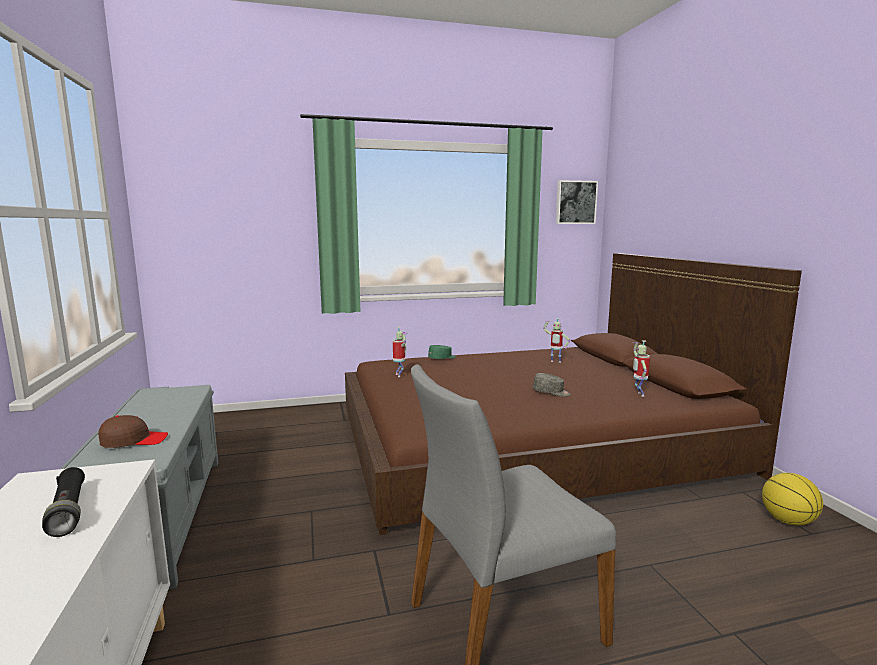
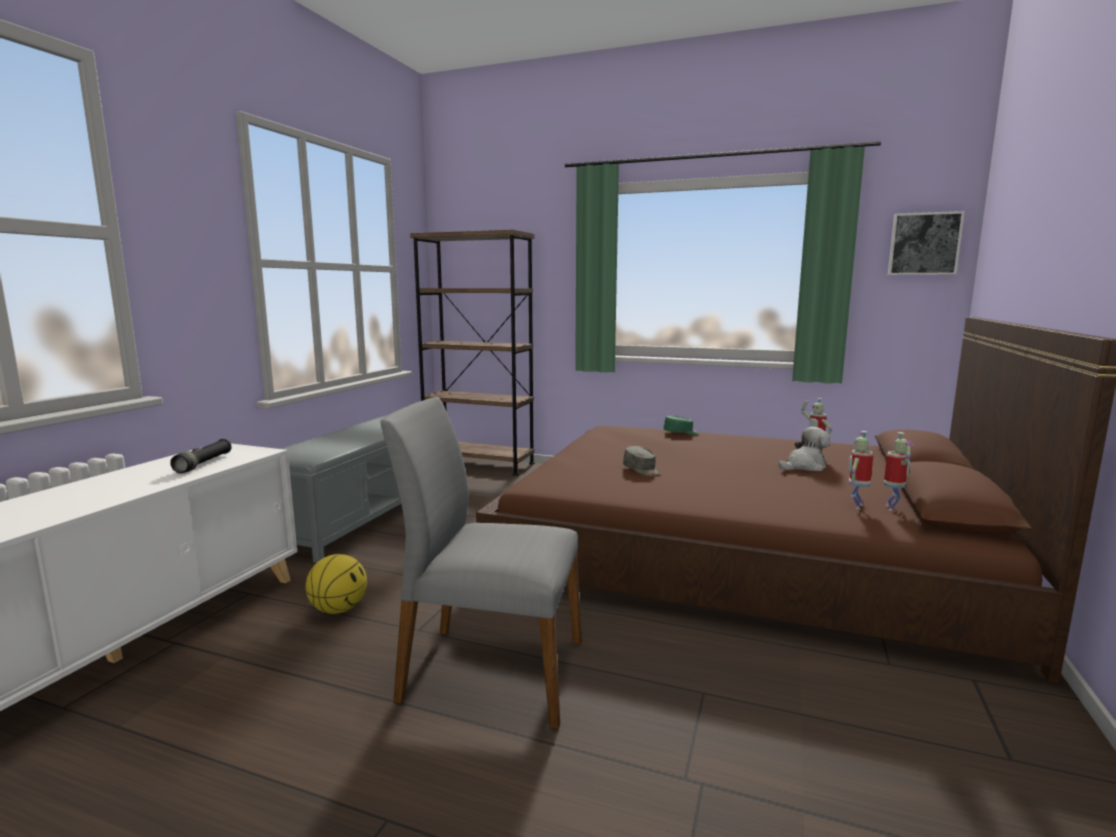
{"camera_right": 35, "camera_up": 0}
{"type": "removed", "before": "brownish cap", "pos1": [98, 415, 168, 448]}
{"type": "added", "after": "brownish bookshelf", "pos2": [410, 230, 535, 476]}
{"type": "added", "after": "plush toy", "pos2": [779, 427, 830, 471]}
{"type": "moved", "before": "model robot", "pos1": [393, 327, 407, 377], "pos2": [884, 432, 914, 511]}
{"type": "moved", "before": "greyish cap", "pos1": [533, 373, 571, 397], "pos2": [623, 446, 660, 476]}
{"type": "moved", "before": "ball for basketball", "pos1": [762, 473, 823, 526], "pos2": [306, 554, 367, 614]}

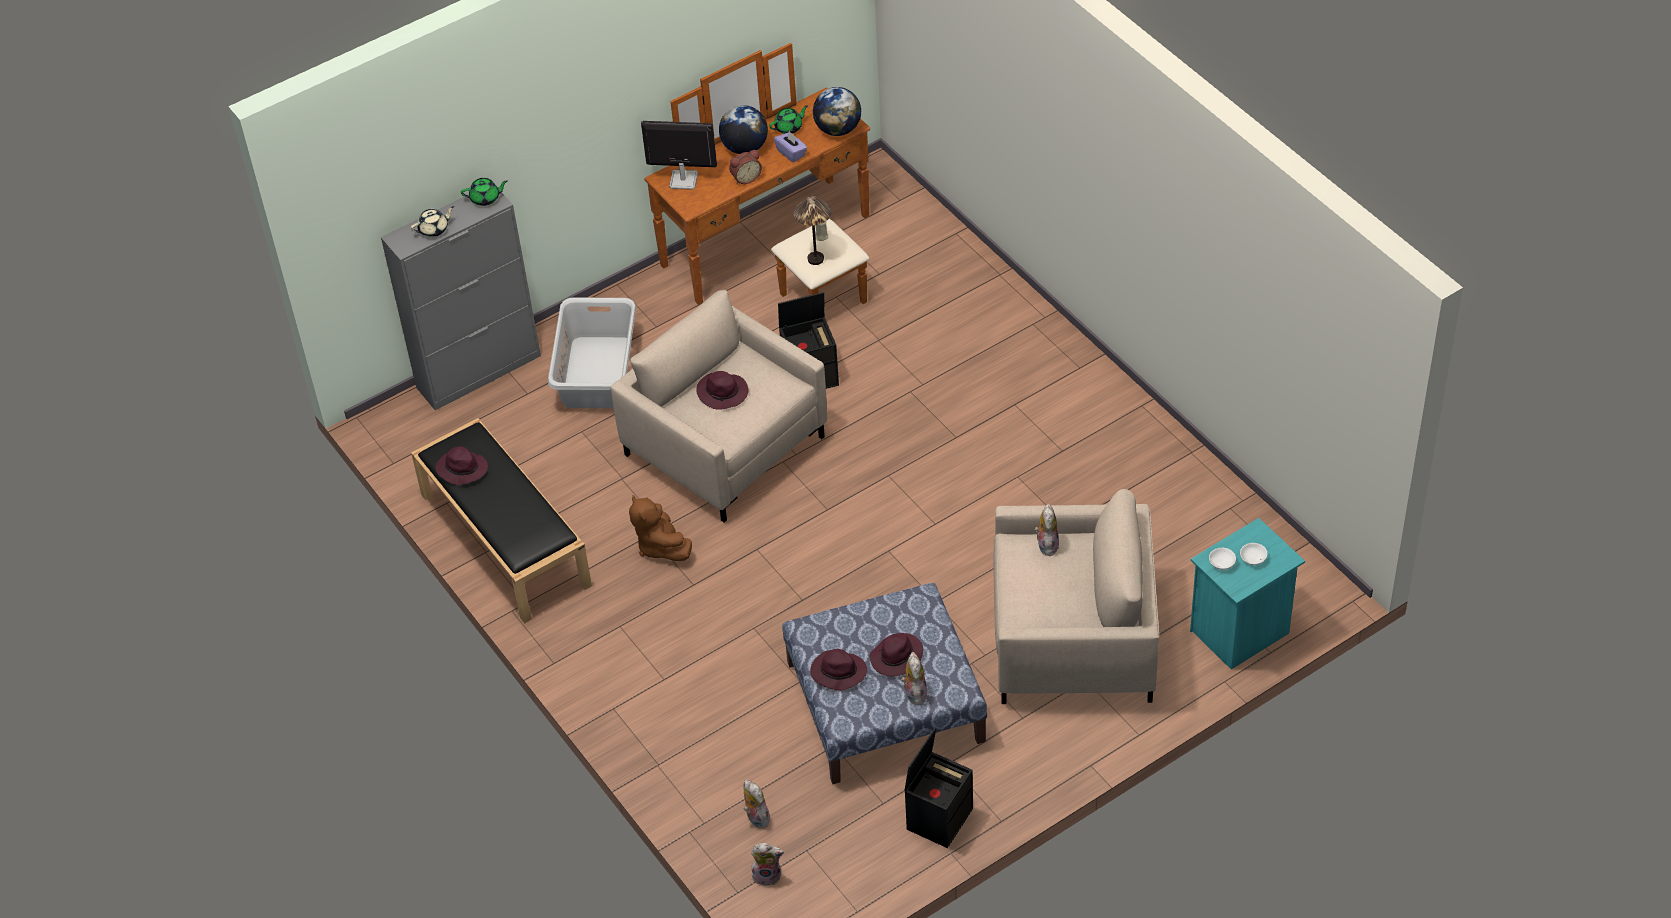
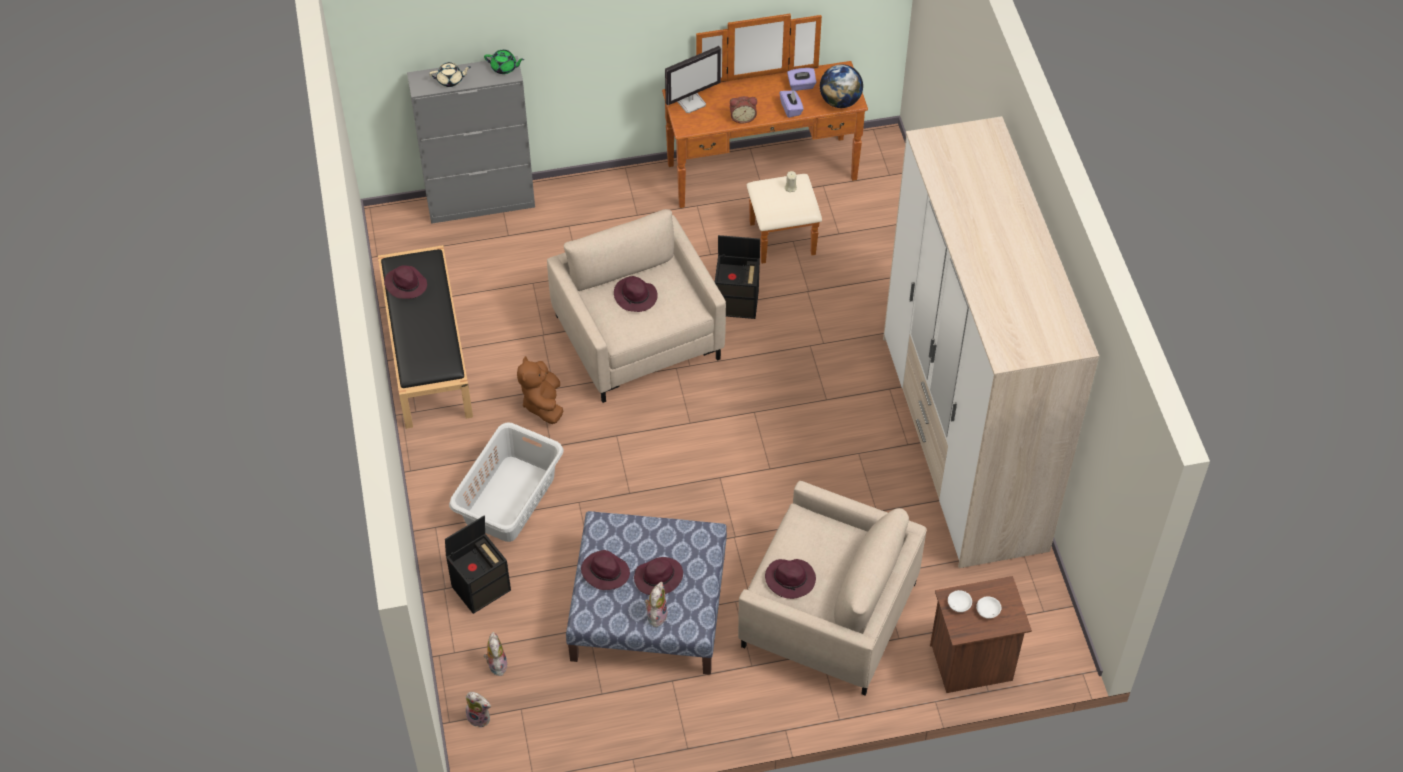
{"camera_right": 20, "camera_up": 5}
{"type": "removed", "before": "desk globe", "pos1": [719, 105, 768, 154]}
{"type": "removed", "before": "table lamp", "pos1": [793, 196, 832, 265]}
{"type": "removed", "before": "plush toy", "pos1": [1035, 504, 1059, 556]}
{"type": "added", "after": "purple-coloured hat", "pos2": [765, 559, 816, 599]}
{"type": "added", "after": "wardrobe", "pos2": [883, 116, 1099, 568]}
{"type": "moved", "before": "greyish laundry basket", "pos1": [548, 297, 636, 408], "pos2": [449, 422, 564, 542]}
{"type": "moved", "before": "black storage container", "pos1": [904, 727, 973, 848], "pos2": [445, 516, 511, 614]}
{"type": "replaced", "before": "greenish teapot", "after": "purple-coloured tissue box", "pos1": [769, 105, 808, 134], "pos2": [787, 68, 816, 91]}
{"type": "recoloured", "before": "turquoise night table", "after": "brownish night table", "pos1": [1190, 518, 1305, 670], "pos2": [930, 576, 1032, 693]}
{"type": "turned", "before": "computer display", "pos1": [641, 121, 717, 190], "pos2": [665, 46, 721, 113], "turn": 120}

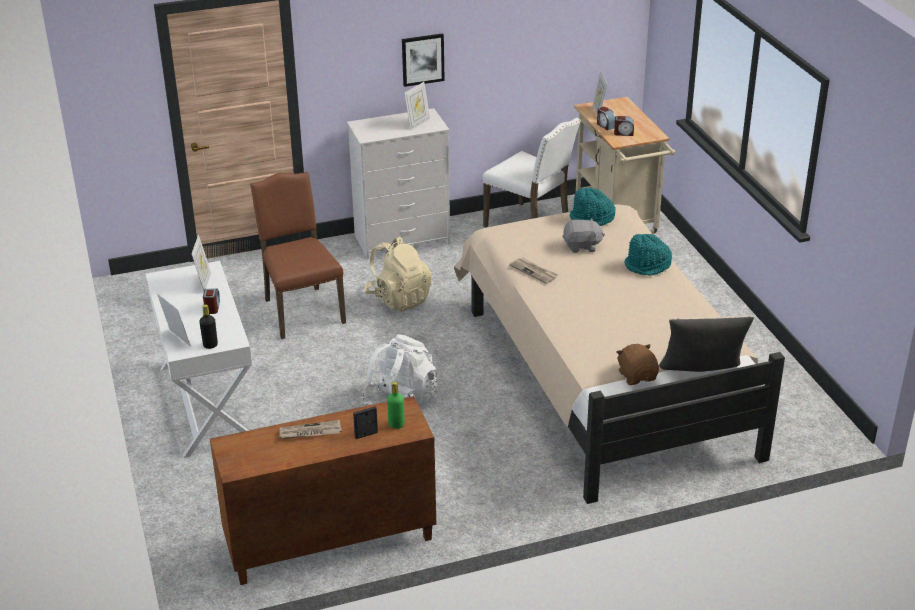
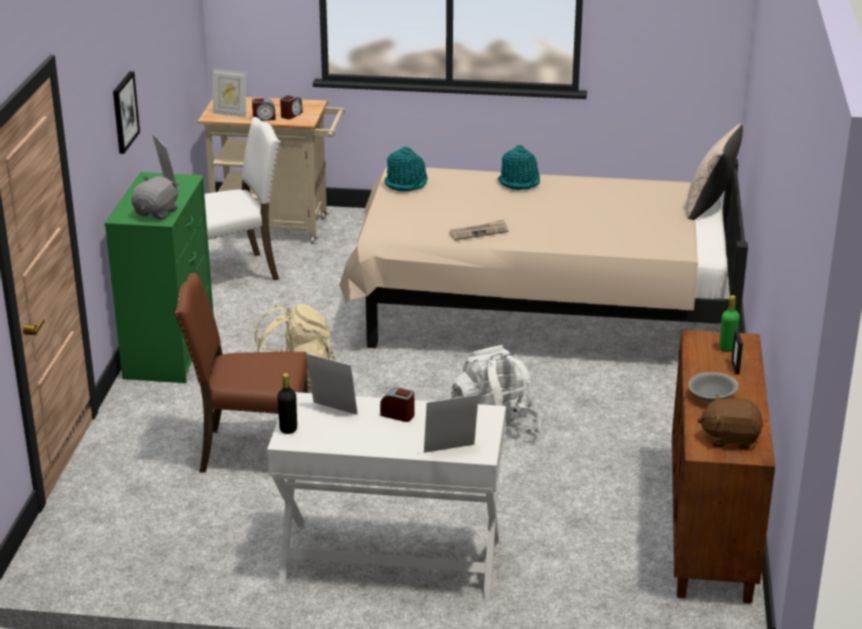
{"camera_right": -65, "camera_up": -5}
{"type": "moved", "before": "black drink bottle", "pos1": [199, 304, 218, 349], "pos2": [277, 373, 297, 434]}
{"type": "moved", "before": "greyish plush toy", "pos1": [562, 218, 605, 253], "pos2": [132, 177, 179, 220]}
{"type": "moved", "before": "brownish plush toy", "pos1": [617, 344, 659, 385], "pos2": [698, 394, 763, 450]}
{"type": "replaced", "before": "newspaper", "after": "greyish serving bowl", "pos1": [279, 420, 342, 439], "pos2": [688, 372, 739, 402]}
{"type": "recoloured", "before": "white chest of drawers", "after": "greenish chest of drawers", "pos1": [347, 108, 450, 259], "pos2": [105, 172, 214, 383]}

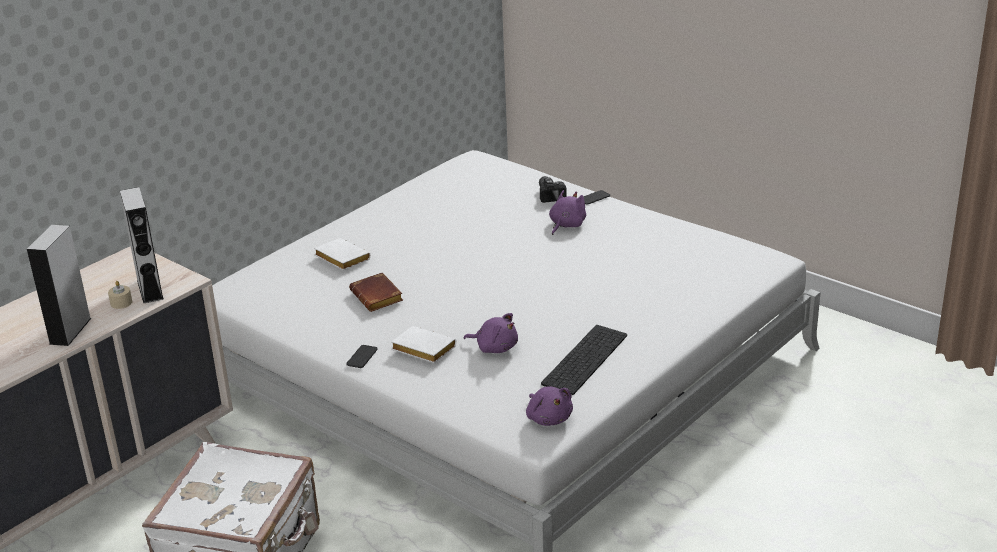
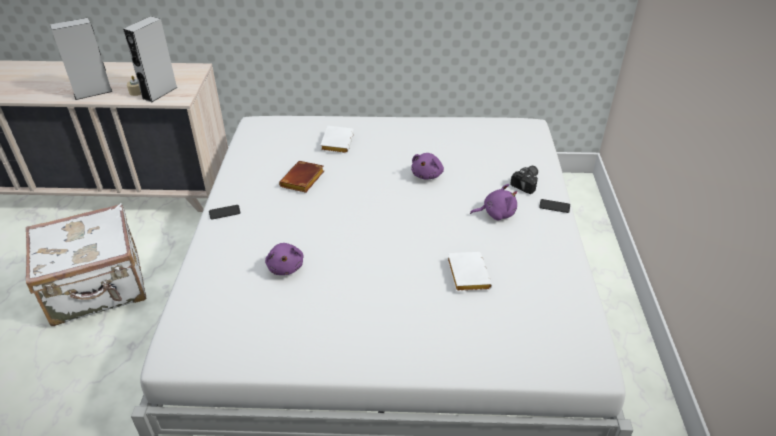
{"camera_right": 50, "camera_up": 10}
{"type": "removed", "before": "computer keyboard", "pos1": [541, 325, 627, 395]}
{"type": "moved", "before": "white book", "pos1": [391, 326, 456, 363], "pos2": [447, 252, 492, 291]}
{"type": "moved", "before": "purple-coloured plush toy", "pos1": [526, 386, 573, 426], "pos2": [411, 153, 444, 180]}

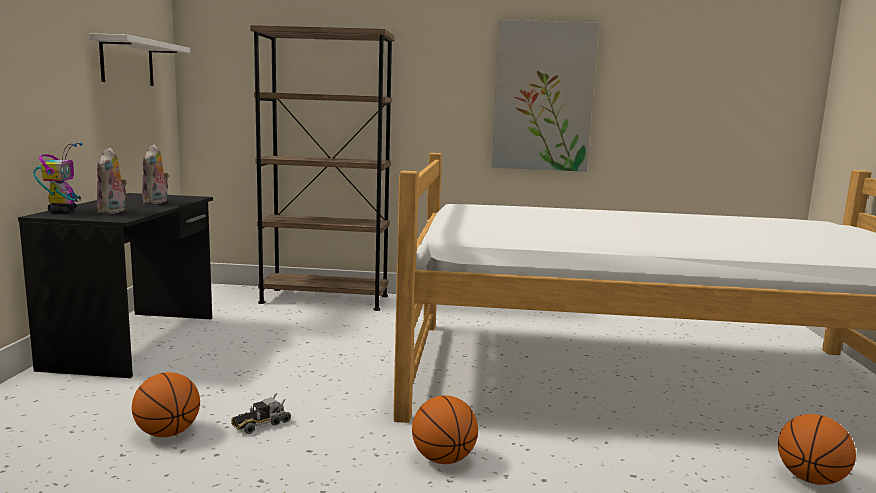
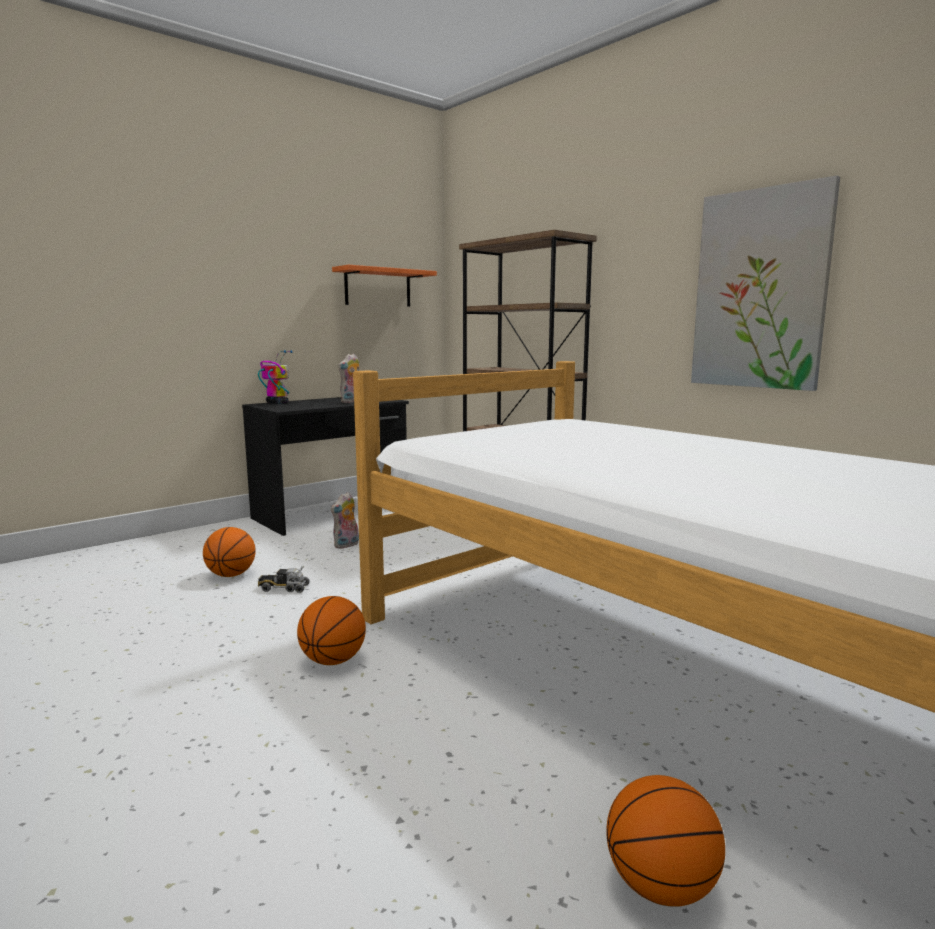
{"camera_right": 45, "camera_up": 0}
{"type": "moved", "before": "plush toy", "pos1": [97, 148, 127, 214], "pos2": [331, 492, 359, 549]}
{"type": "recoloured", "before": "white bracket shelf", "after": "orange bracket shelf", "pos1": [88, 33, 190, 86], "pos2": [332, 265, 437, 307]}
{"type": "turned", "before": "model robot", "pos1": [33, 143, 83, 213], "pos2": [258, 350, 292, 404], "turn": -90}

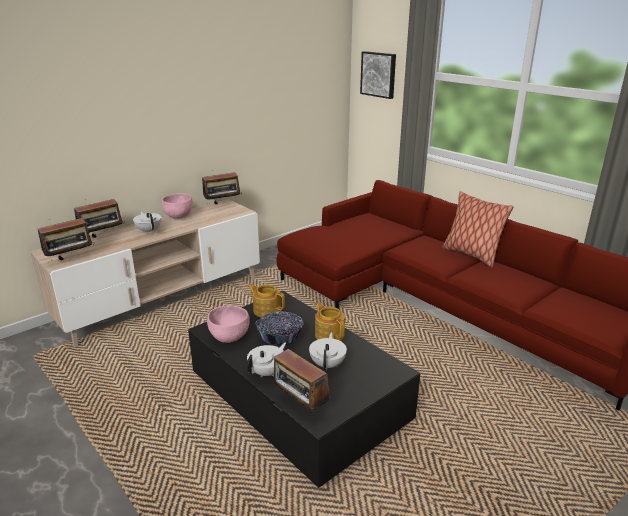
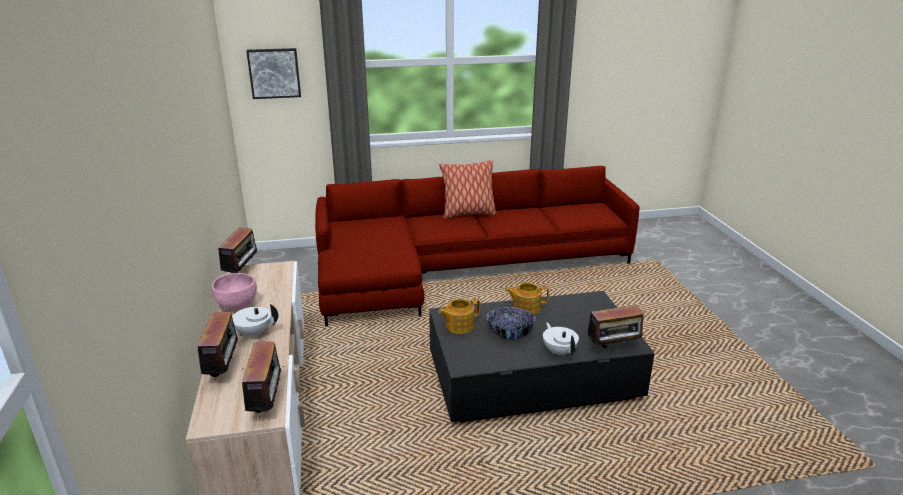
{"camera_right": -60, "camera_up": 0}
{"type": "removed", "before": "pink-coloured serving bowl", "pos1": [207, 305, 250, 343]}
{"type": "removed", "before": "white teapot", "pos1": [309, 332, 347, 370]}

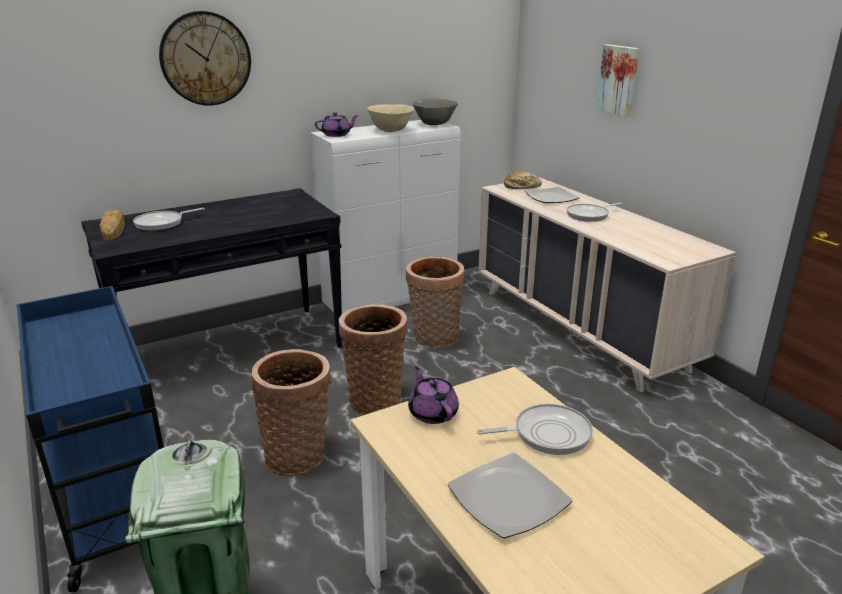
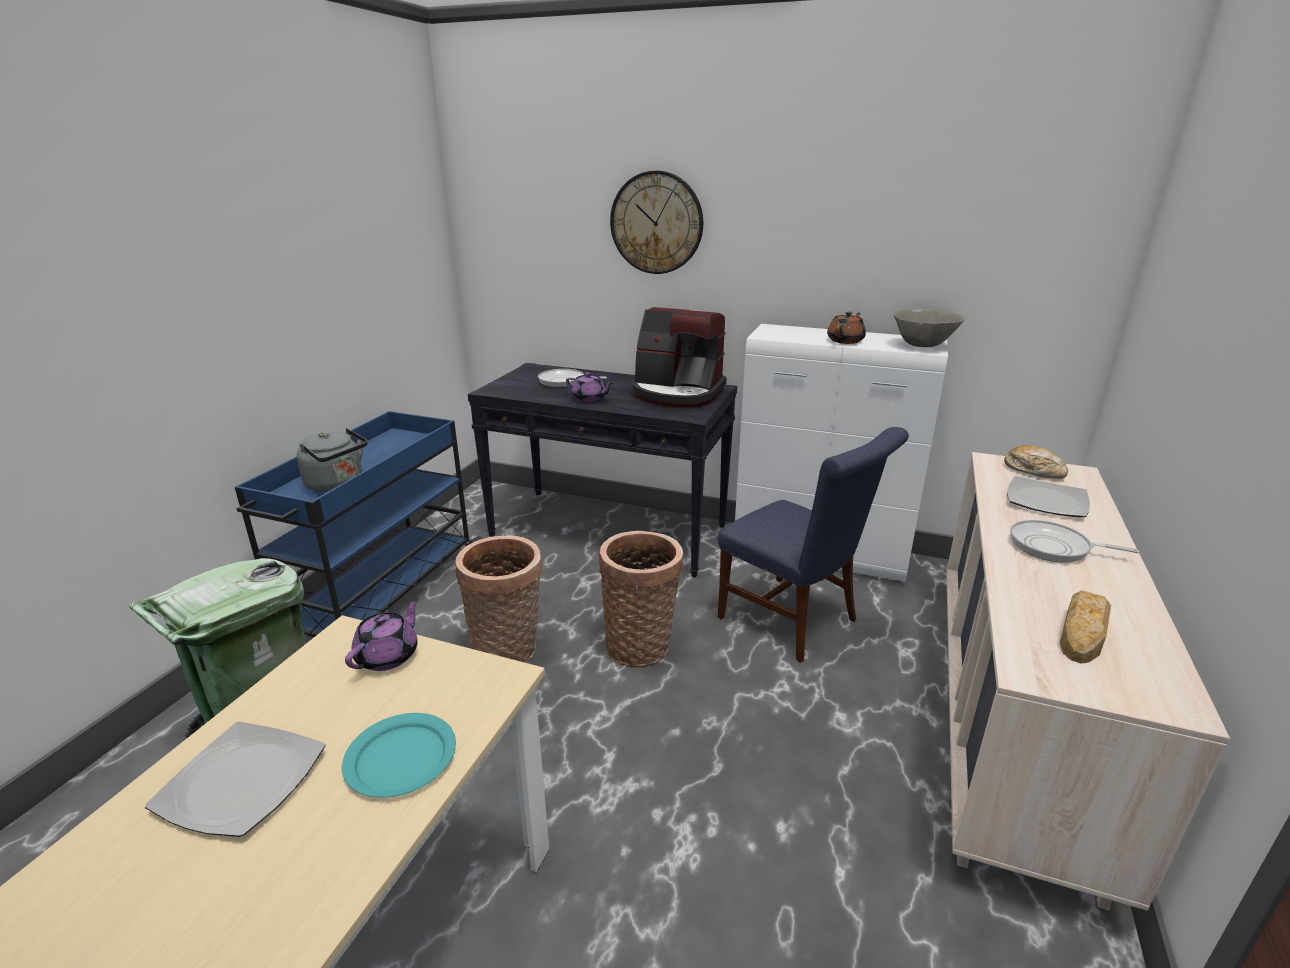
{"camera_right": 50, "camera_up": 0}
{"type": "removed", "before": "wall picture", "pos1": [597, 44, 639, 116]}
{"type": "added", "after": "greyish water kettle", "pos2": [297, 428, 367, 492]}
{"type": "added", "after": "coffee maker", "pos2": [632, 307, 727, 407]}
{"type": "moved", "before": "baked bread", "pos1": [99, 210, 125, 240], "pos2": [1060, 590, 1111, 664]}
{"type": "moved", "before": "purple-coloured teapot", "pos1": [315, 112, 359, 137], "pos2": [566, 372, 614, 402]}
{"type": "replaced", "before": "beige serving bowl", "after": "brownish teapot", "pos1": [367, 104, 414, 132], "pos2": [827, 312, 866, 344]}
{"type": "replaced", "before": "storage basket", "after": "bluish plain chair", "pos1": [406, 256, 465, 348], "pos2": [718, 427, 909, 663]}
{"type": "replaced", "before": "skillet", "after": "turquoise flat dish", "pos1": [477, 404, 593, 455], "pos2": [342, 713, 456, 798]}

